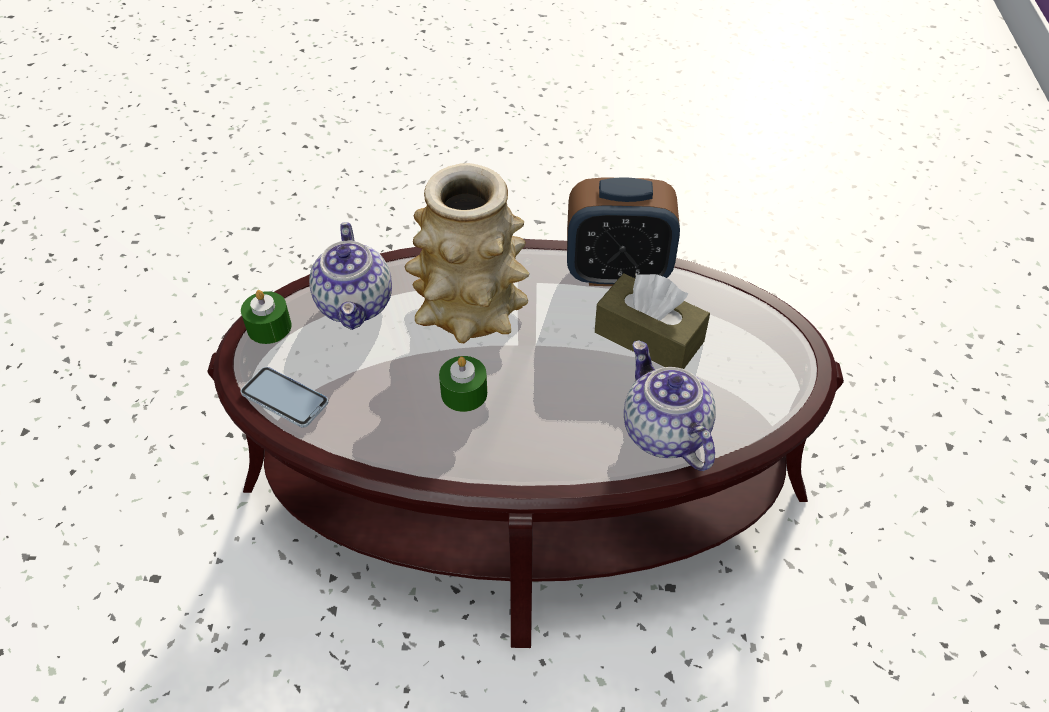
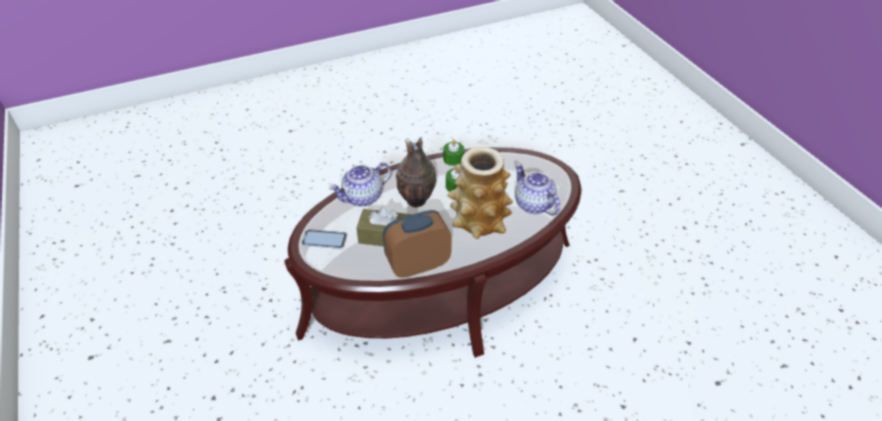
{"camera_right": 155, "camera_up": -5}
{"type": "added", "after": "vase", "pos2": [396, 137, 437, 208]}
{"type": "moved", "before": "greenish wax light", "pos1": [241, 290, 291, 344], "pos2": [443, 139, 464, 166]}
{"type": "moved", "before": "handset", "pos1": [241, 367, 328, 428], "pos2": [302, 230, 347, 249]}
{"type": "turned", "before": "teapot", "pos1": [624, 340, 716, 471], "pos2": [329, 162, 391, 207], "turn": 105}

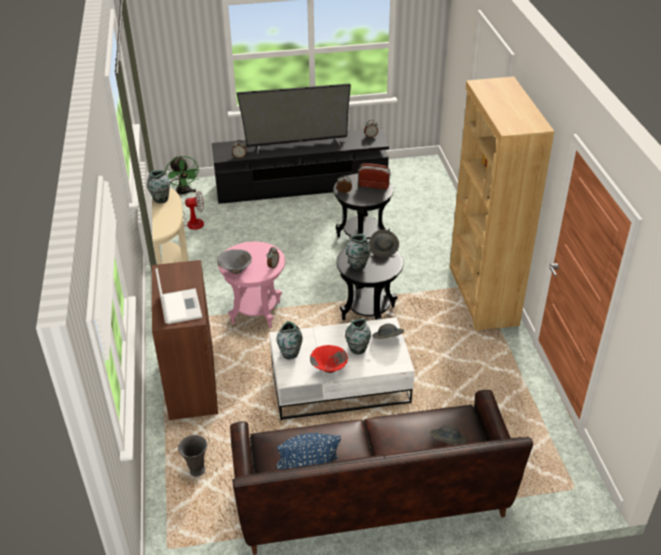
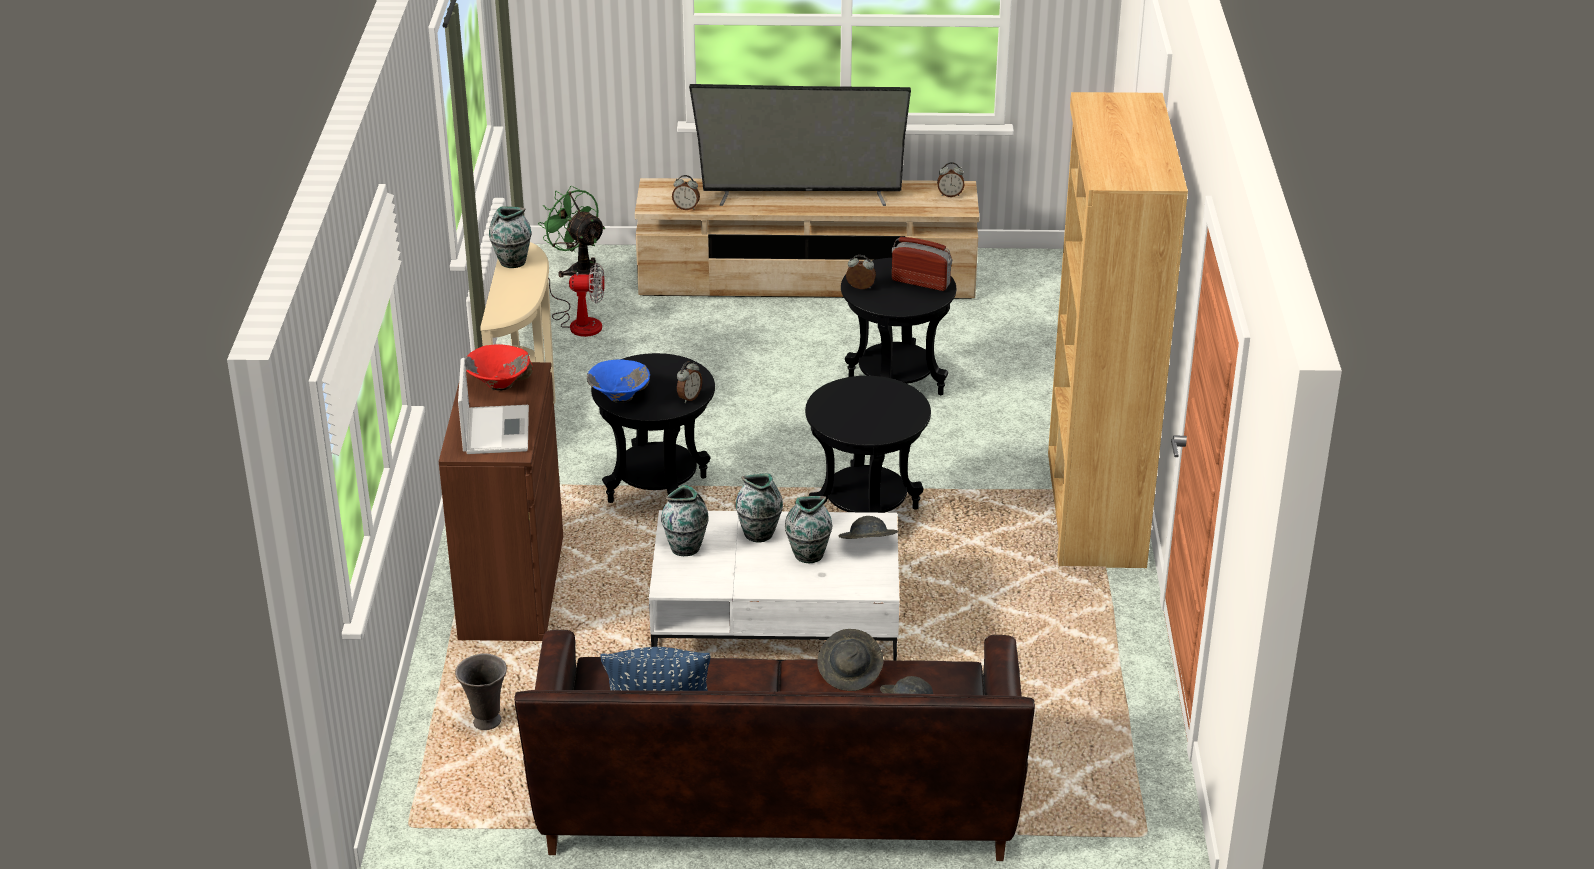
{"camera_right": 10, "camera_up": -5}
{"type": "moved", "before": "red-coloured serving bowl", "pos1": [310, 345, 348, 373], "pos2": [465, 345, 533, 391]}
{"type": "moved", "before": "vase", "pos1": [346, 234, 371, 270], "pos2": [735, 473, 783, 542]}
{"type": "moved", "before": "greyish hat", "pos1": [369, 230, 399, 257], "pos2": [817, 629, 884, 691]}
{"type": "recoloured", "before": "black tv stand", "after": "beige tv stand", "pos1": [212, 128, 389, 204], "pos2": [635, 178, 979, 299]}
{"type": "recoloured", "before": "greyish serving bowl", "after": "bluish serving bowl", "pos1": [217, 249, 252, 274], "pos2": [587, 360, 650, 403]}
{"type": "recoloured", "before": "pink-coloured accent table", "after": "black accent table", "pos1": [218, 241, 285, 328], "pos2": [591, 353, 715, 503]}
{"type": "turned", "before": "greenish fan", "pos1": [165, 156, 200, 196], "pos2": [538, 185, 605, 284], "turn": 150}

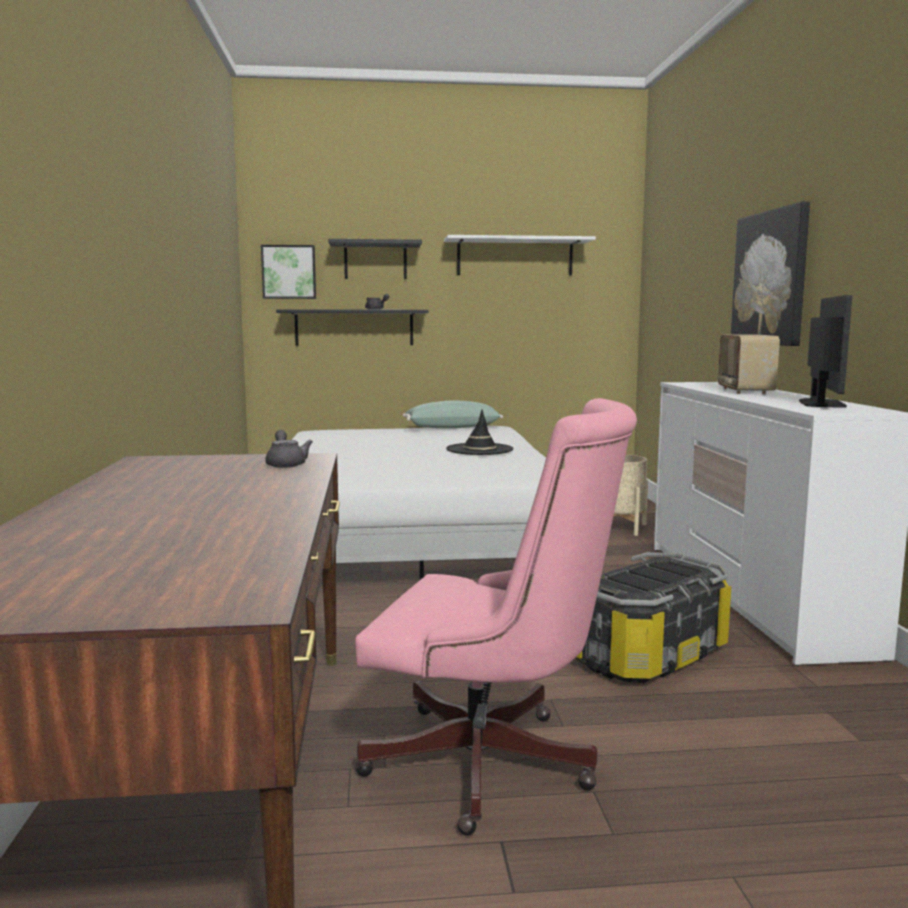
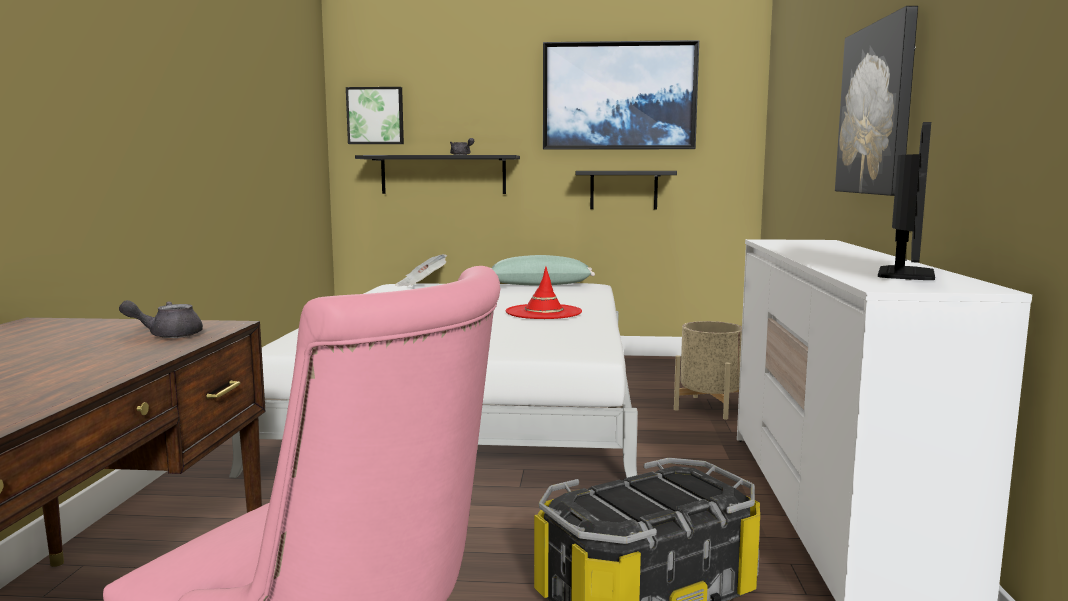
{"camera_right": 10, "camera_up": 0}
{"type": "removed", "before": "radio set", "pos1": [717, 335, 780, 394]}
{"type": "added", "after": "newspaper", "pos2": [395, 254, 447, 286]}
{"type": "moved", "before": "black bracket shelf", "pos1": [328, 239, 422, 279], "pos2": [576, 171, 677, 209]}
{"type": "replaced", "before": "white bracket shelf", "after": "wall picture", "pos1": [444, 235, 596, 276], "pos2": [543, 40, 699, 150]}
{"type": "recoloured", "before": "black hat", "after": "red-coloured hat", "pos1": [446, 409, 513, 455], "pos2": [506, 267, 582, 319]}
{"type": "turned", "before": "greyish teapot", "pos1": [265, 430, 313, 468], "pos2": [119, 300, 203, 338], "turn": -105}

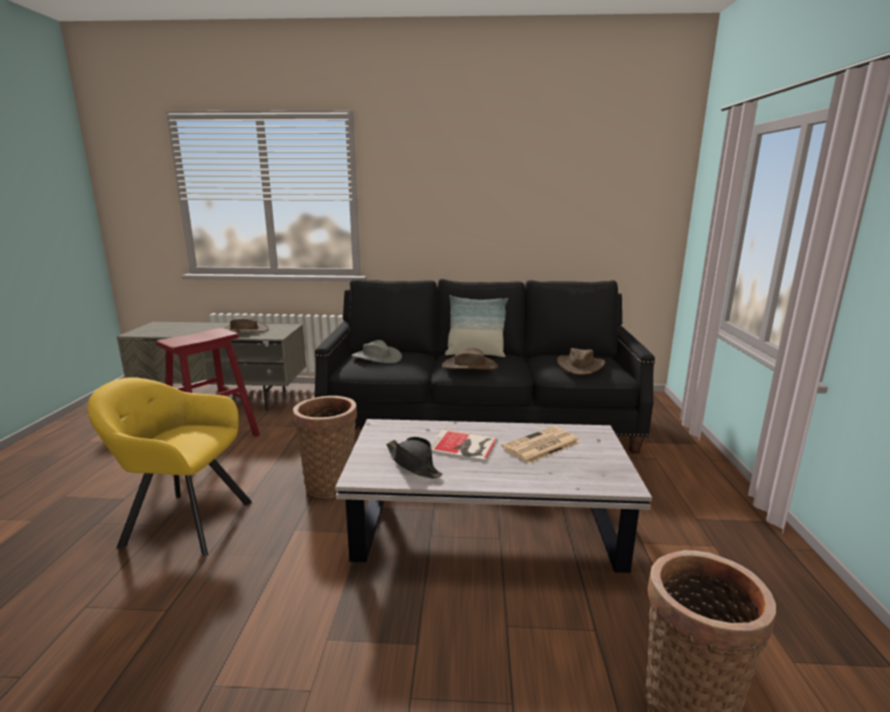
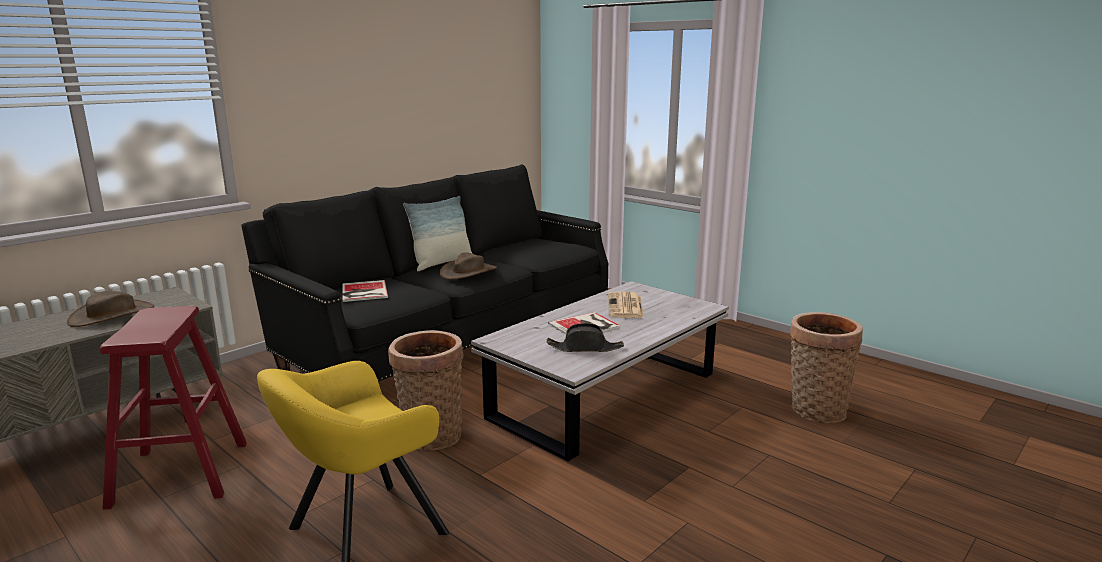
{"camera_right": -50, "camera_up": 0}
{"type": "removed", "before": "brownish hat", "pos1": [557, 348, 605, 375]}
{"type": "replaced", "before": "greyish hat", "after": "book", "pos1": [352, 340, 402, 363], "pos2": [342, 280, 388, 302]}

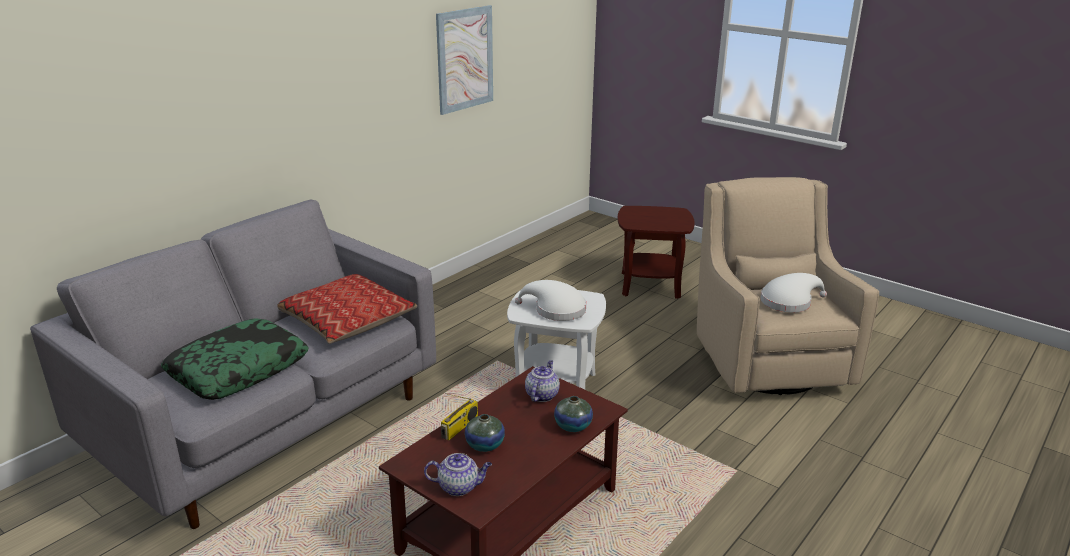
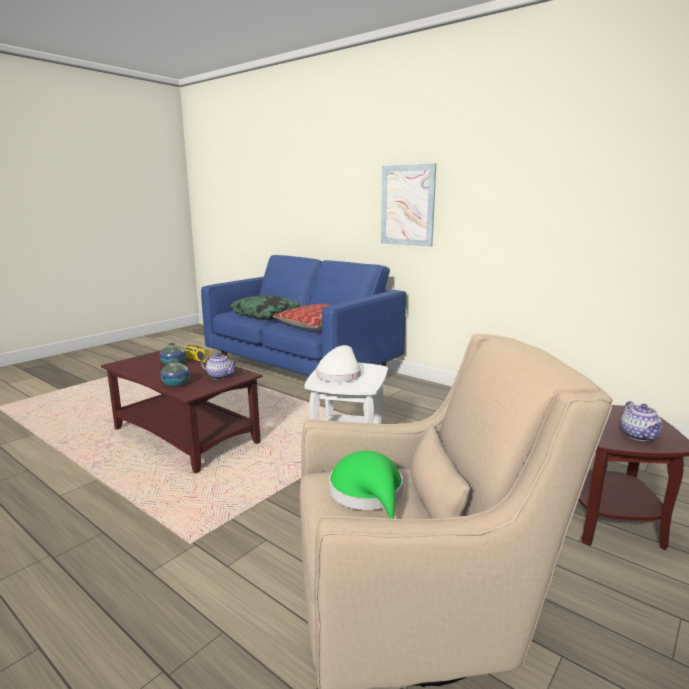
{"camera_right": 90, "camera_up": -10}
{"type": "moved", "before": "teapot", "pos1": [424, 453, 492, 496], "pos2": [621, 401, 663, 441]}
{"type": "moved", "before": "wall picture", "pos1": [436, 5, 493, 115], "pos2": [381, 164, 436, 247]}
{"type": "recoloured", "before": "greyish sofa", "after": "bluish sofa", "pos1": [30, 200, 436, 529], "pos2": [201, 255, 406, 376]}
{"type": "recoloured", "before": "white hat", "after": "greenish hat", "pos1": [760, 273, 827, 313], "pos2": [329, 451, 403, 519]}

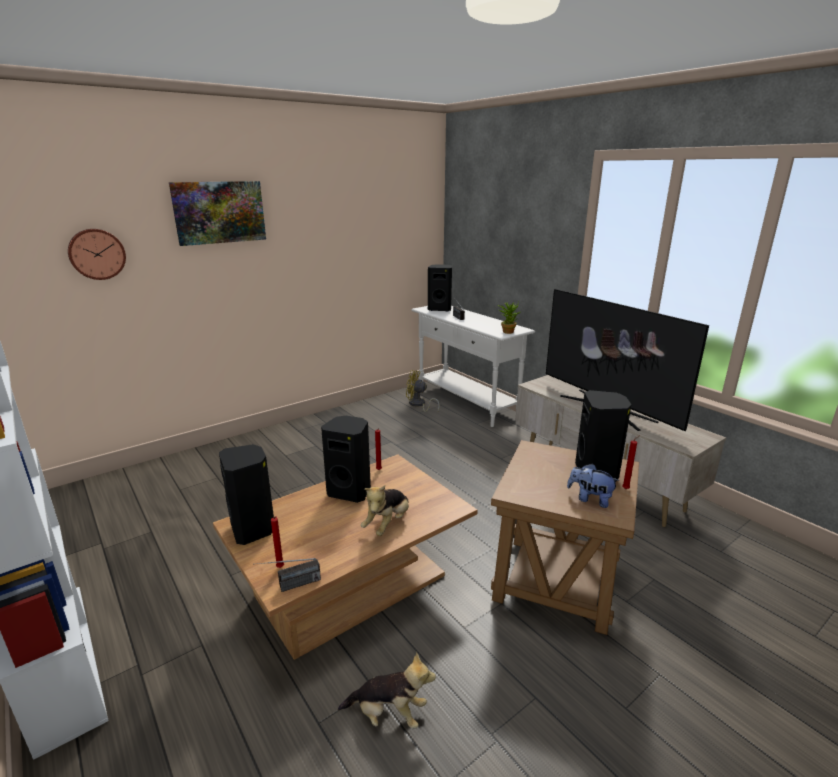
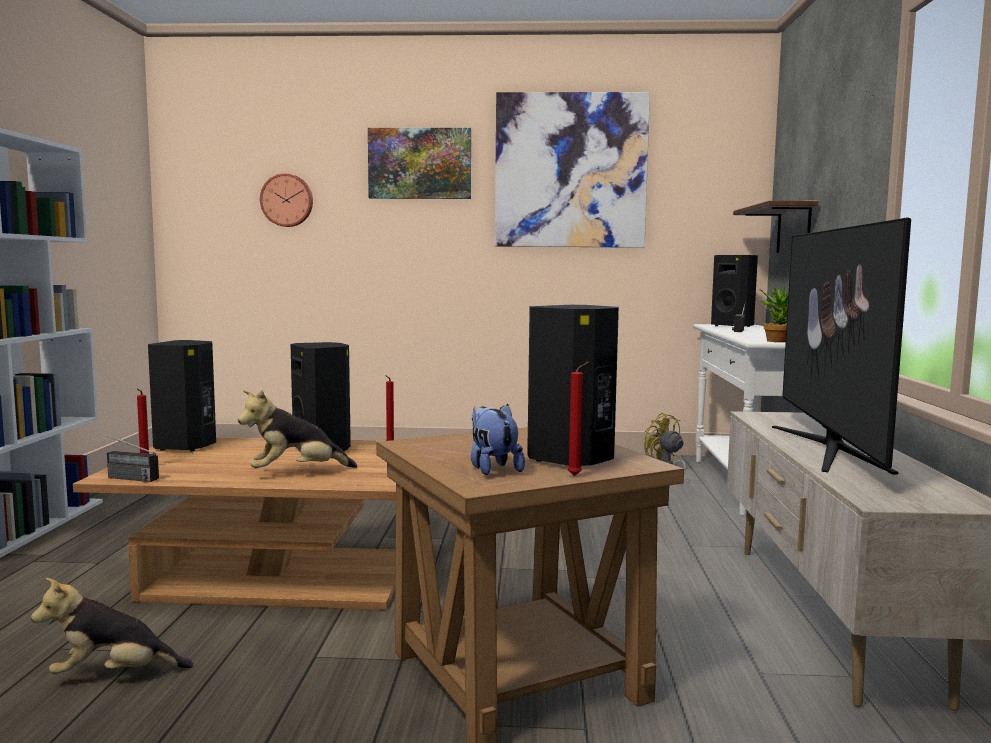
{"camera_right": 40, "camera_up": -15}
{"type": "added", "after": "wall picture", "pos2": [495, 92, 650, 248]}
{"type": "added", "after": "bracket shelf", "pos2": [733, 201, 818, 253]}
{"type": "turned", "before": "plush toy", "pos1": [338, 652, 436, 729], "pos2": [31, 578, 193, 674], "turn": 120}

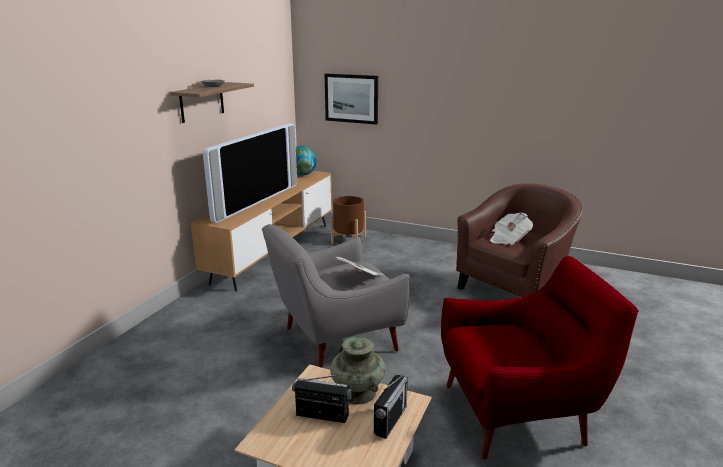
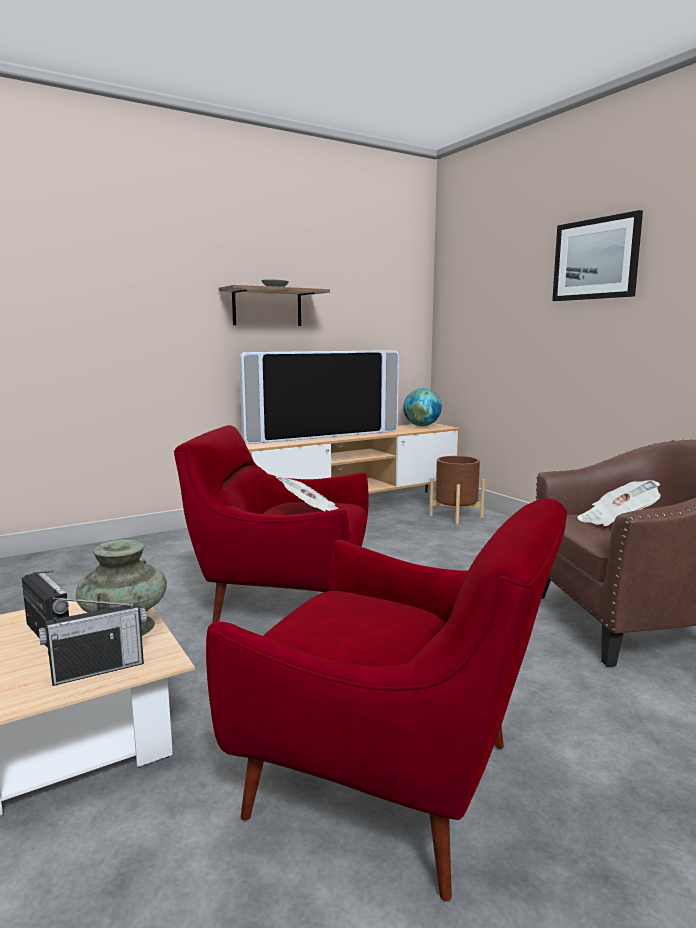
{"camera_right": 35, "camera_up": -10}
{"type": "moved", "before": "wall picture", "pos1": [325, 74, 378, 125], "pos2": [552, 210, 643, 301]}
{"type": "recoloured", "before": "greyish armchair", "after": "red-coloured armchair", "pos1": [262, 224, 410, 368], "pos2": [174, 425, 369, 623]}

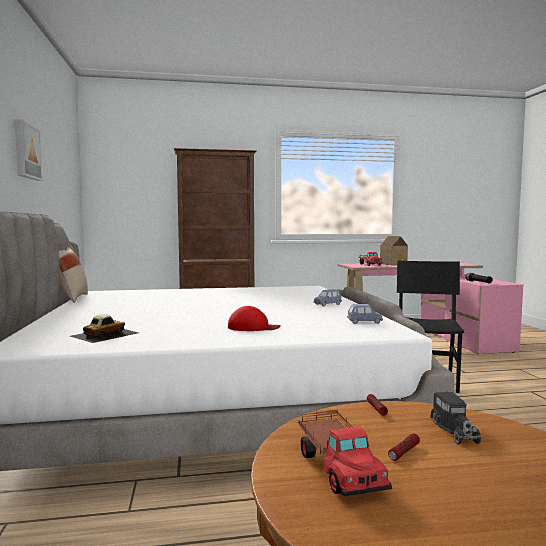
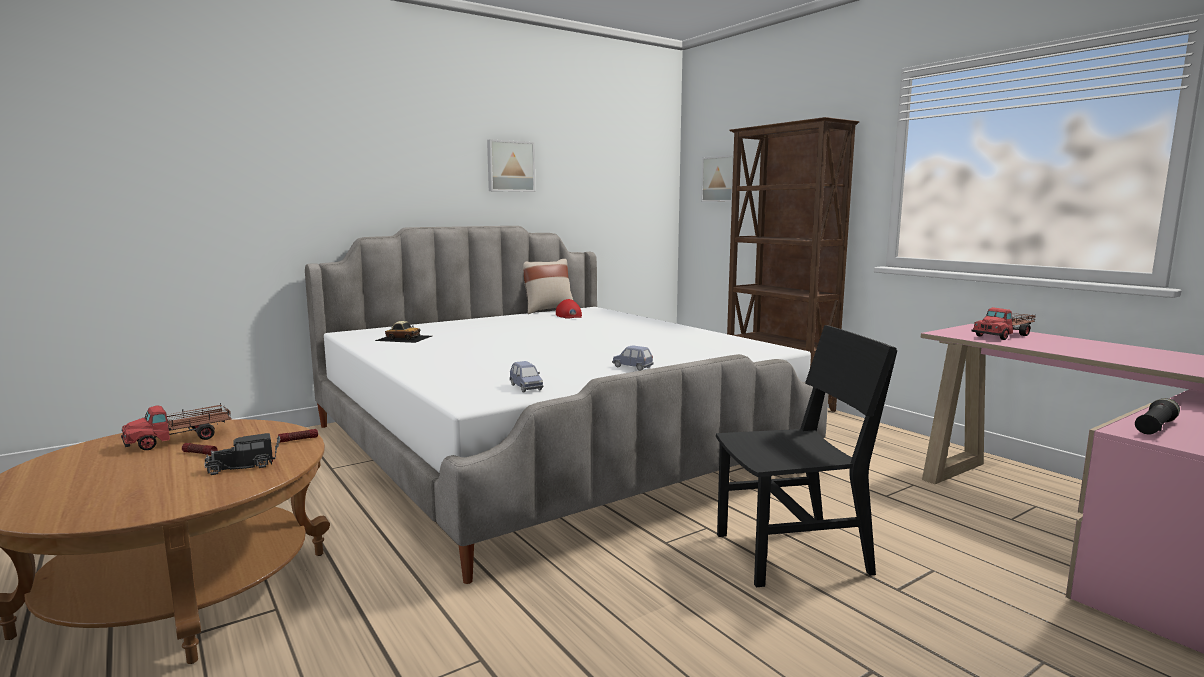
{"camera_right": 65, "camera_up": 5}
{"type": "removed", "before": "model house", "pos1": [380, 236, 408, 265]}
{"type": "added", "after": "wall picture", "pos2": [701, 155, 733, 202]}
{"type": "moved", "before": "red-coloured cap", "pos1": [228, 306, 280, 331], "pos2": [556, 299, 582, 319]}

